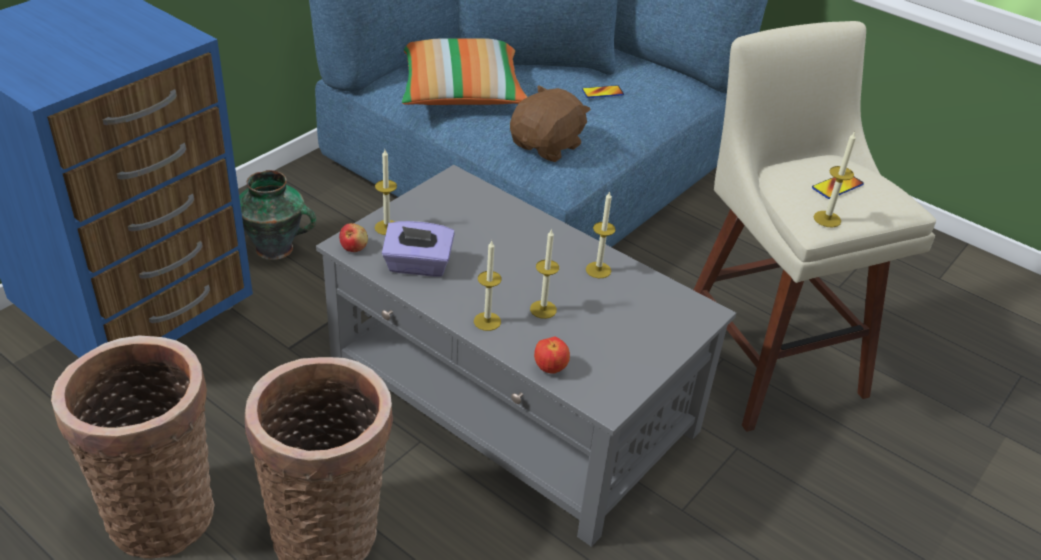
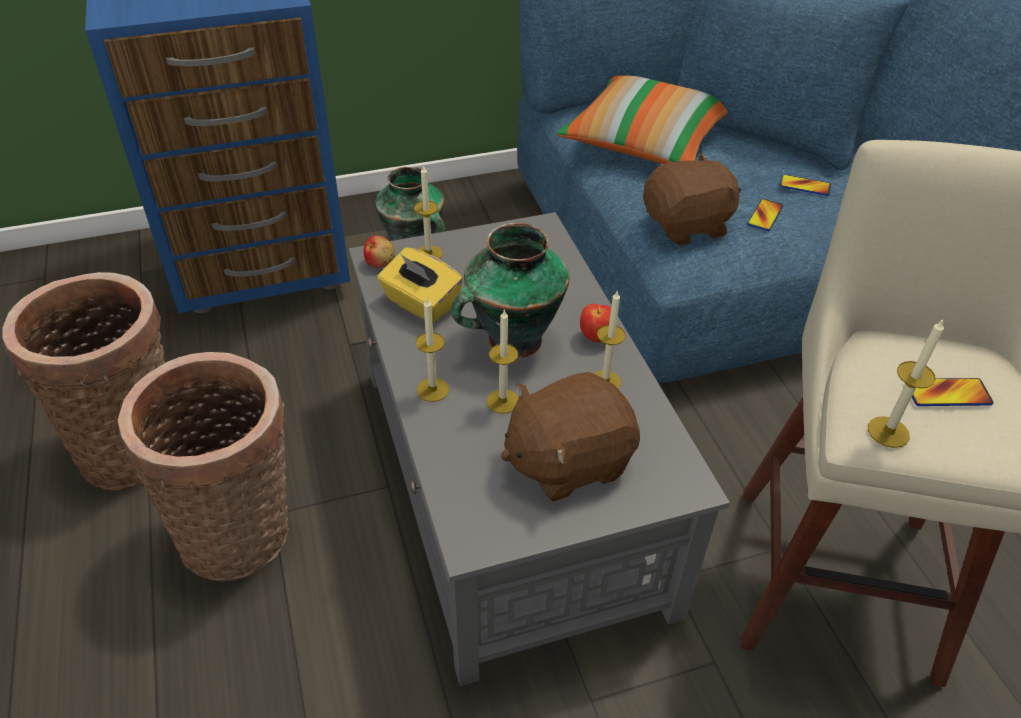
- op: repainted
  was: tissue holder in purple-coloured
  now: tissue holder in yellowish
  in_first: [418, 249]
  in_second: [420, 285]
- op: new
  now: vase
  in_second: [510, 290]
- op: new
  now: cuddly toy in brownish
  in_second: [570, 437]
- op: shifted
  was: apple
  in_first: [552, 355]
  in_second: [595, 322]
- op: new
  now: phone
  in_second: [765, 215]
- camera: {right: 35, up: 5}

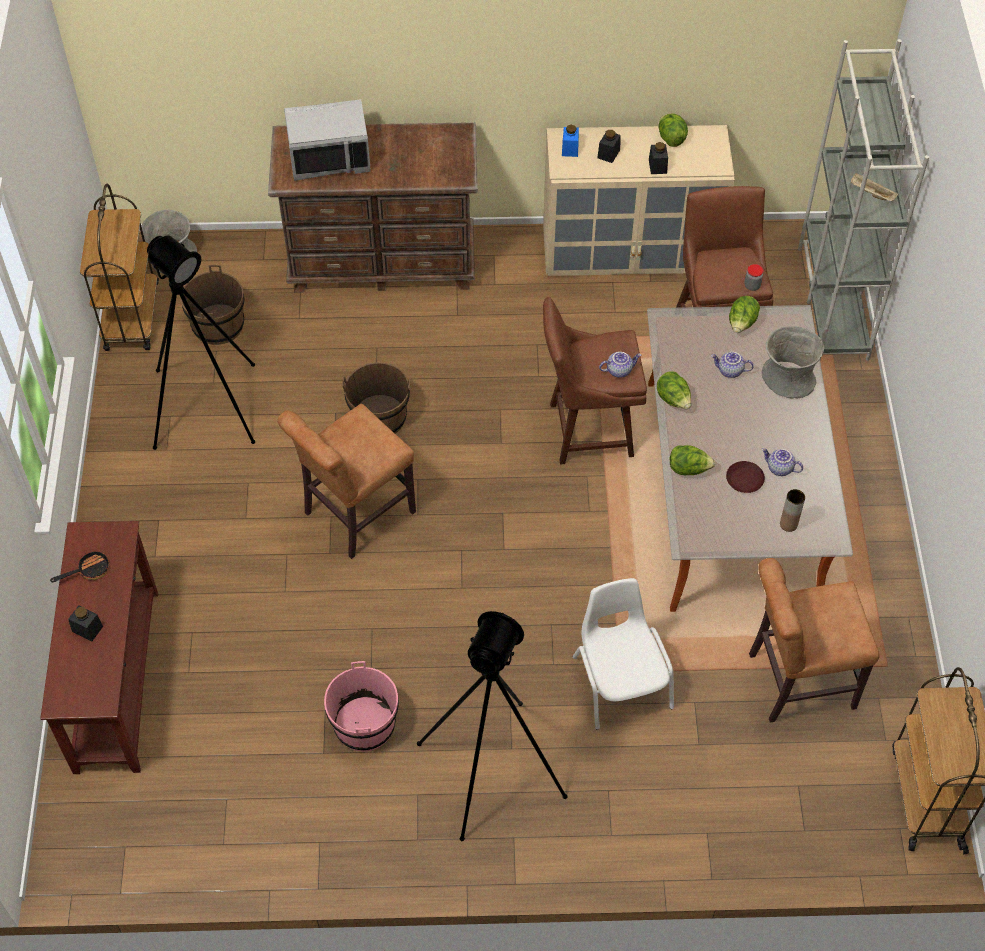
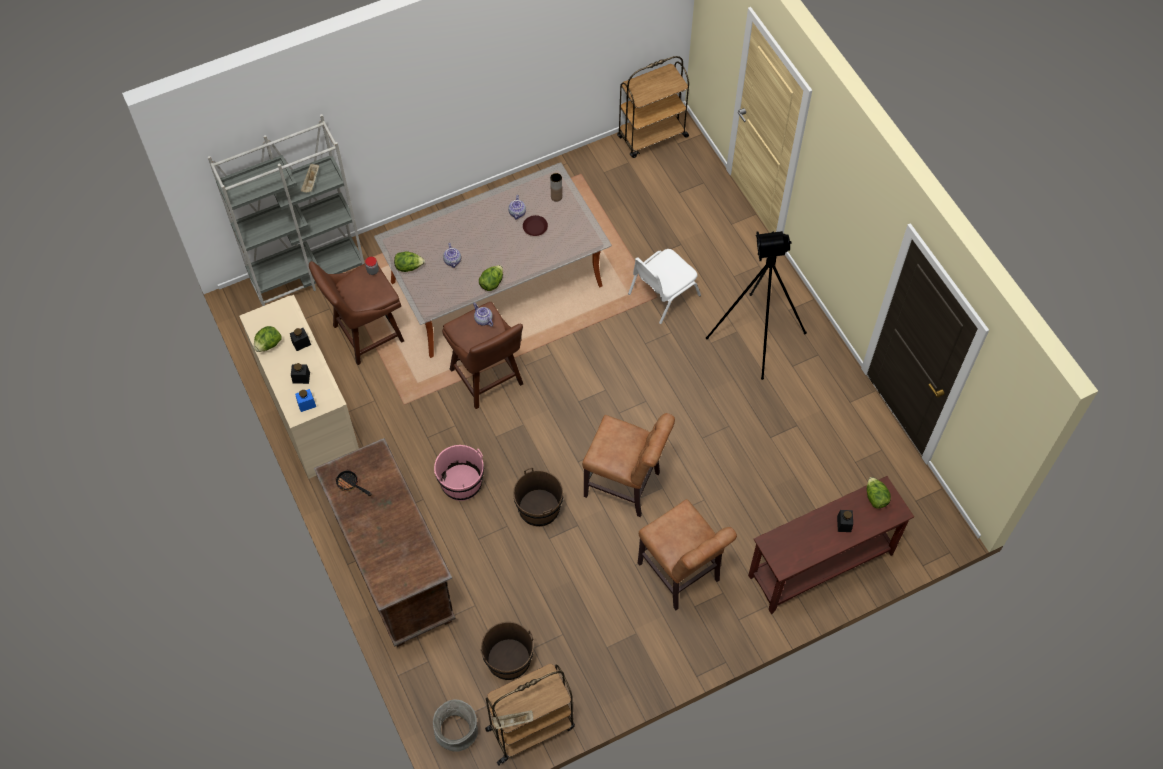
- op: shifted
  was: skillet
  in_first: [79, 566]
  in_second: [353, 483]
- op: shifted
  was: pail in pink-coloured
  in_first: [361, 706]
  in_second: [459, 473]
- op: new
  now: carrying tray in sand-coloured
  in_second: [513, 719]
- op: shifted
  was: chair in brownish
  in_first: [814, 640]
  in_second: [687, 554]
- op: shifted
  was: lettuce head
  in_first: [692, 460]
  in_second: [879, 493]
- op: gone
  was: floor lamp in black-coloured
  in_first: [201, 343]
- op: gone
  was: kitchen microwave in gray
  in_first: [327, 140]
- op: gone
  was: vase in gray
  in_first: [792, 362]
- camera: {right: -115, up: 5}

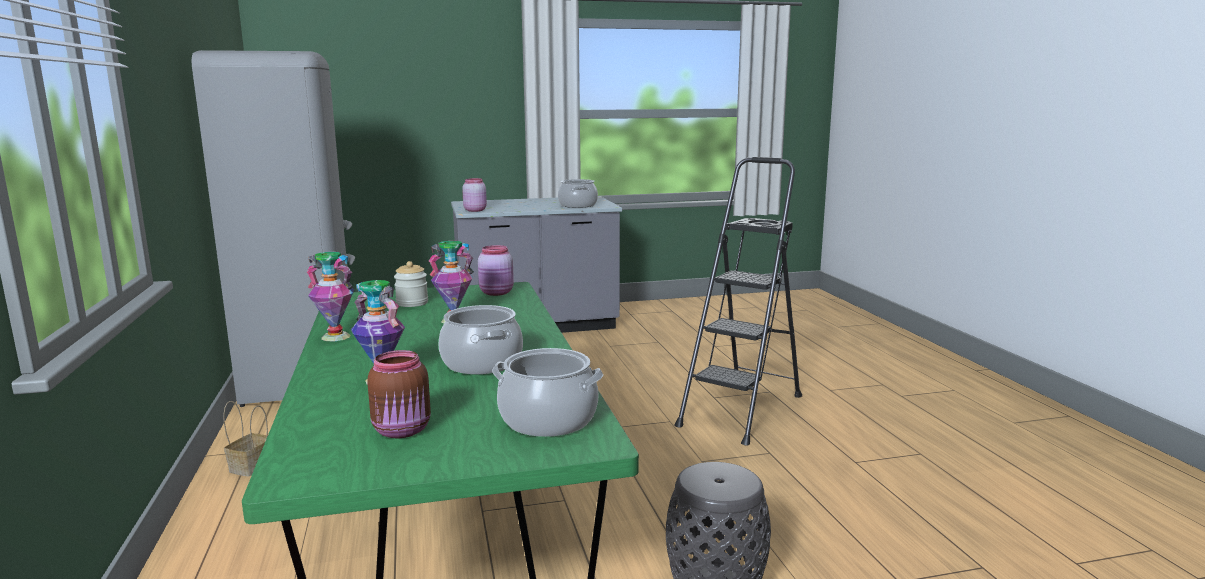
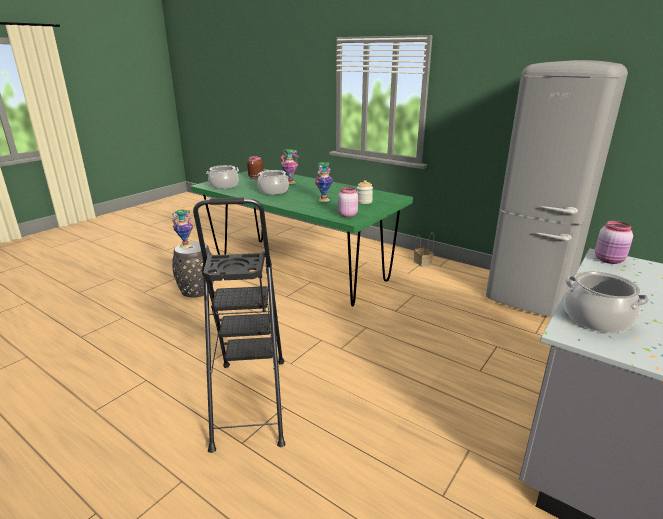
- op: shifted
  was: vase
  in_first: [330, 296]
  in_second: [182, 228]
- camera: {right: 140, up: 10}

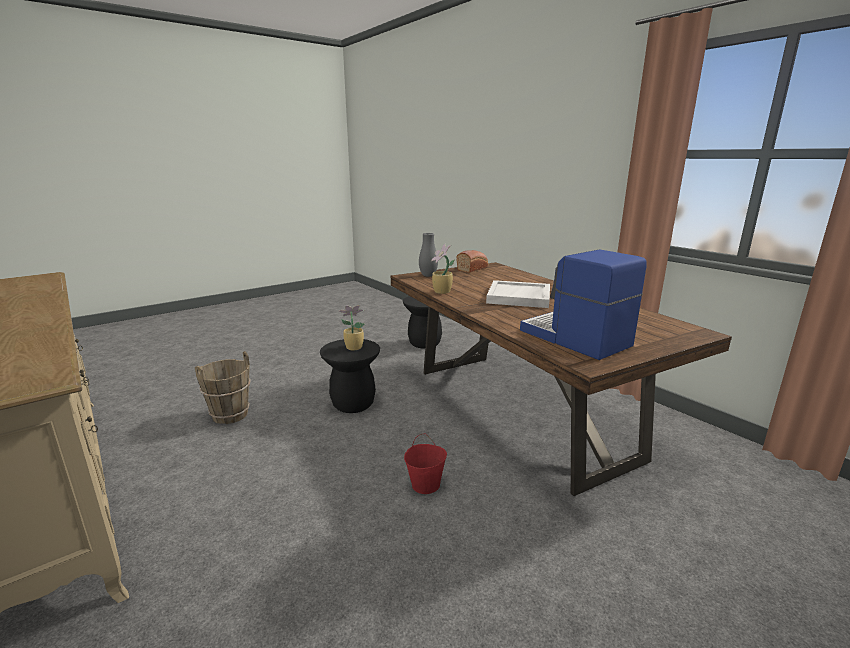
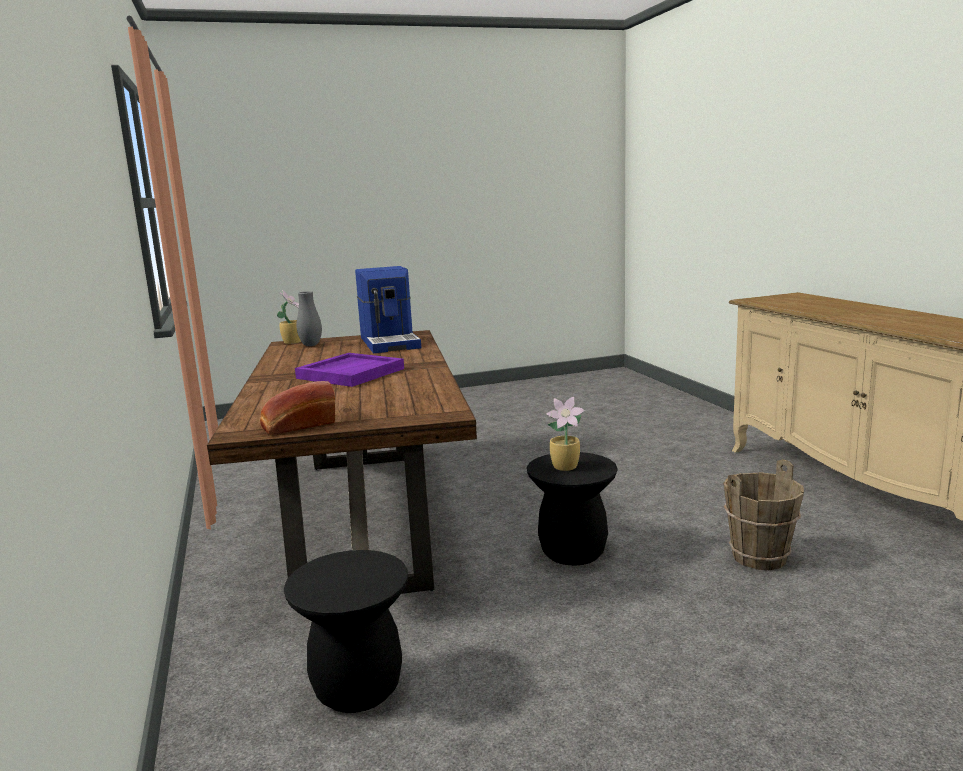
- op: shifted
  was: plant in a pot
  in_first: [443, 268]
  in_second: [289, 317]
- op: repainted
  was: carrying tray in white-coloured
  now: carrying tray in purple-coloured
  in_first: [518, 294]
  in_second: [349, 370]
- op: shifted
  was: vase in gray
  in_first: [428, 255]
  in_second: [309, 318]
- op: gone
  was: pail in reddish
  in_first: [425, 463]
- camera: {right: -160, up: -5}

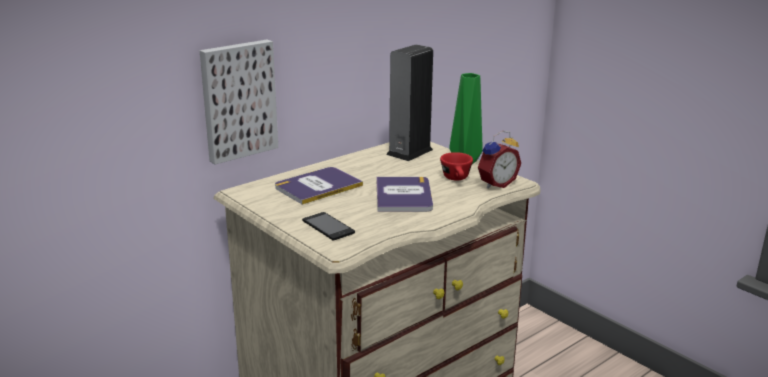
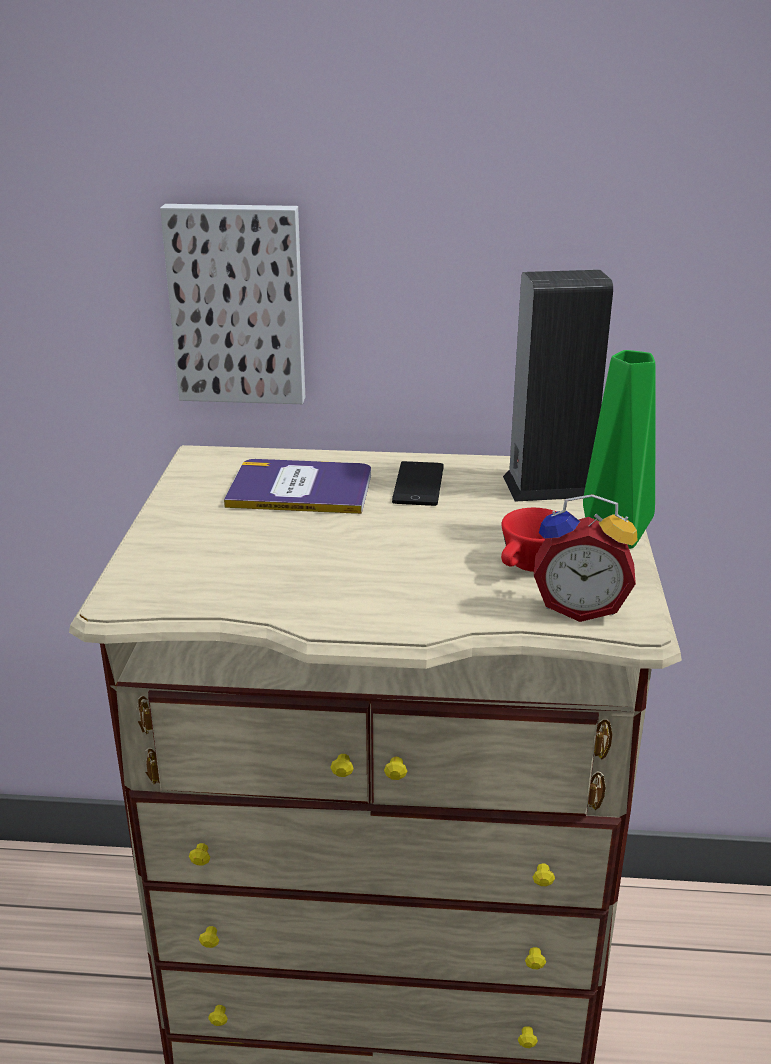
- op: shifted
  was: phone
  in_first: [328, 226]
  in_second: [418, 483]
- op: gone
  was: volume
  in_first: [405, 194]
- camera: {right: 45, up: 5}

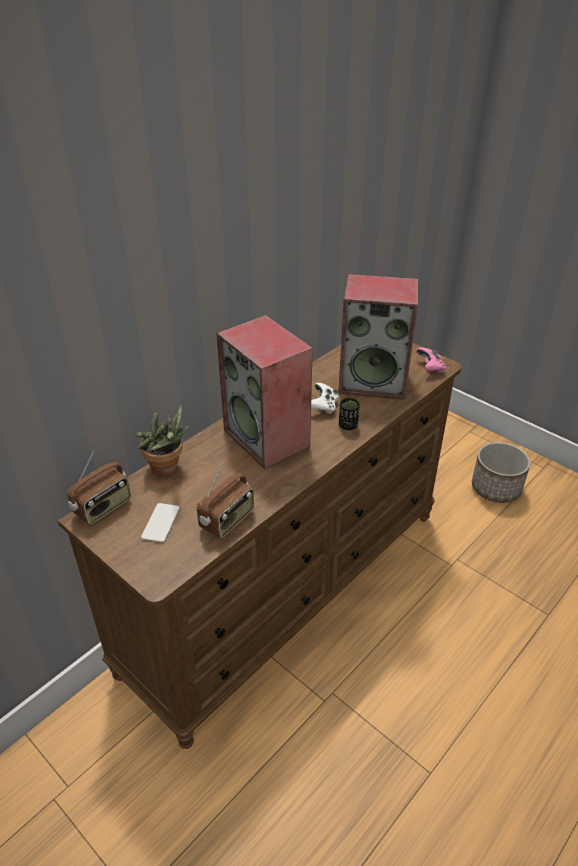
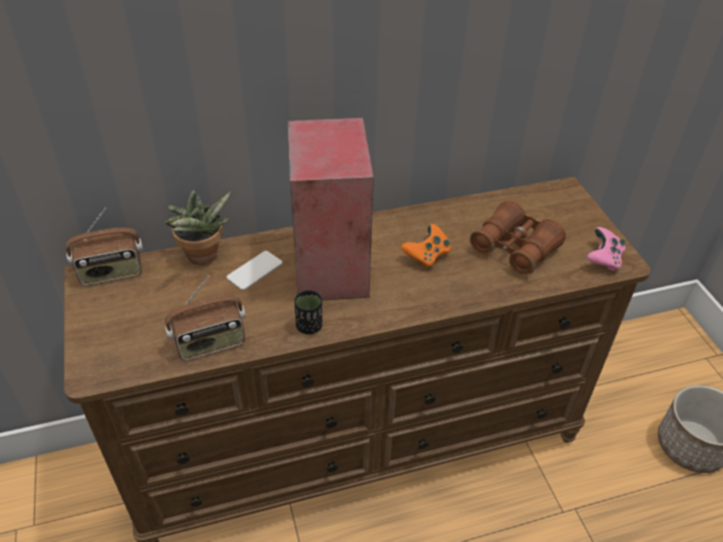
- op: shifted
  was: phone
  in_first: [160, 523]
  in_second: [254, 270]
- op: shifted
  was: drinking cup in black-coloured
  in_first: [349, 414]
  in_second: [308, 312]
- op: repainted
  was: gamepad in white-coloured
  now: gamepad in orangey
  in_first: [325, 398]
  in_second: [426, 246]
- op: swapped
  was: loudspeaker
  now: binoculars in brownish
  in_first: [378, 337]
  in_second: [518, 238]
- camera: {right: 30, up: 5}

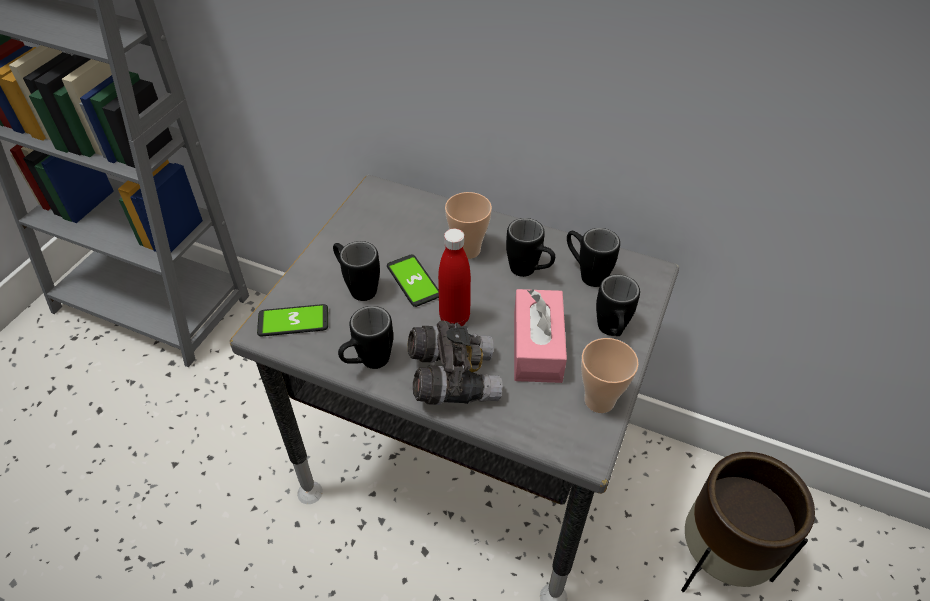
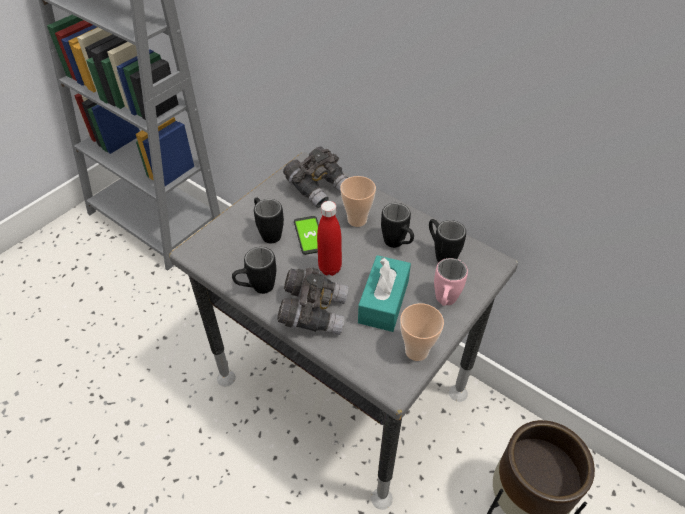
- op: new
  now: binoculars in gray
  in_second: [315, 177]
- op: repainted
  was: tissue holder in pink-coloured
  now: tissue holder in turquoise
  in_first: [540, 336]
  in_second: [384, 293]
- op: repainted
  was: coffee mug in black-coloured
  now: coffee mug in pink-coloured
  in_first: [618, 305]
  in_second: [451, 282]
- op: gone
  was: phone
  in_first: [292, 320]
- camera: {right: 15, up: 0}

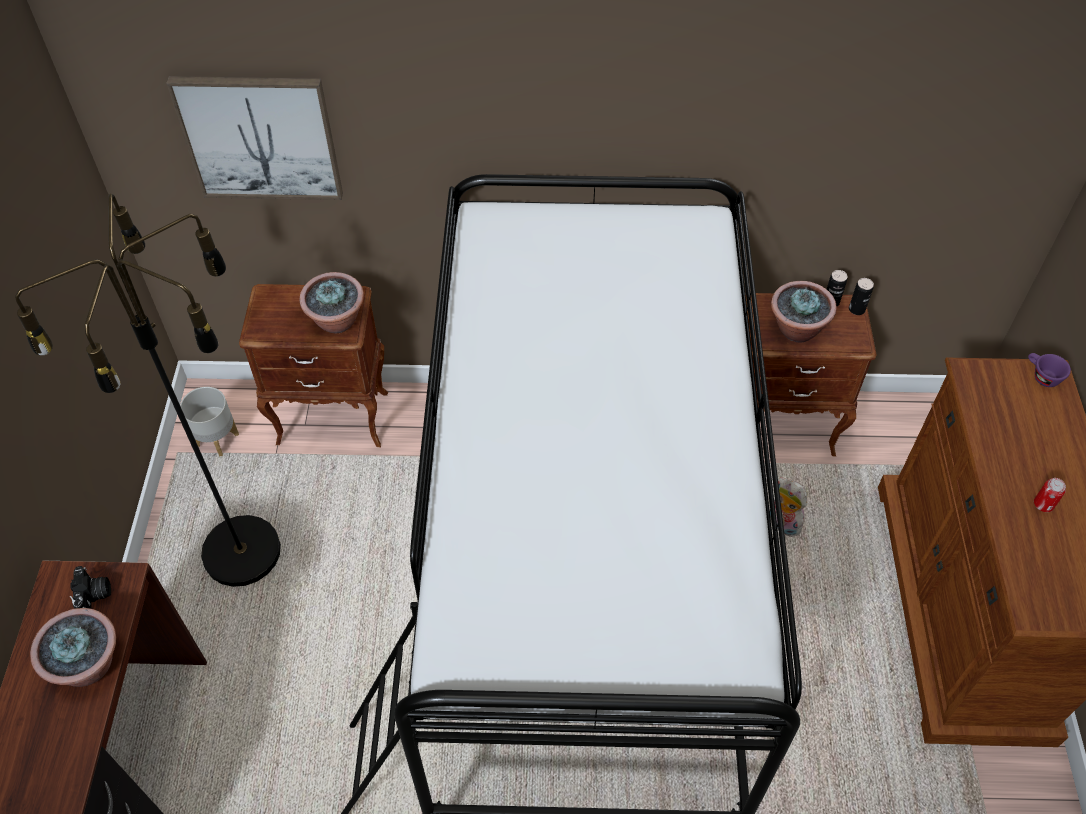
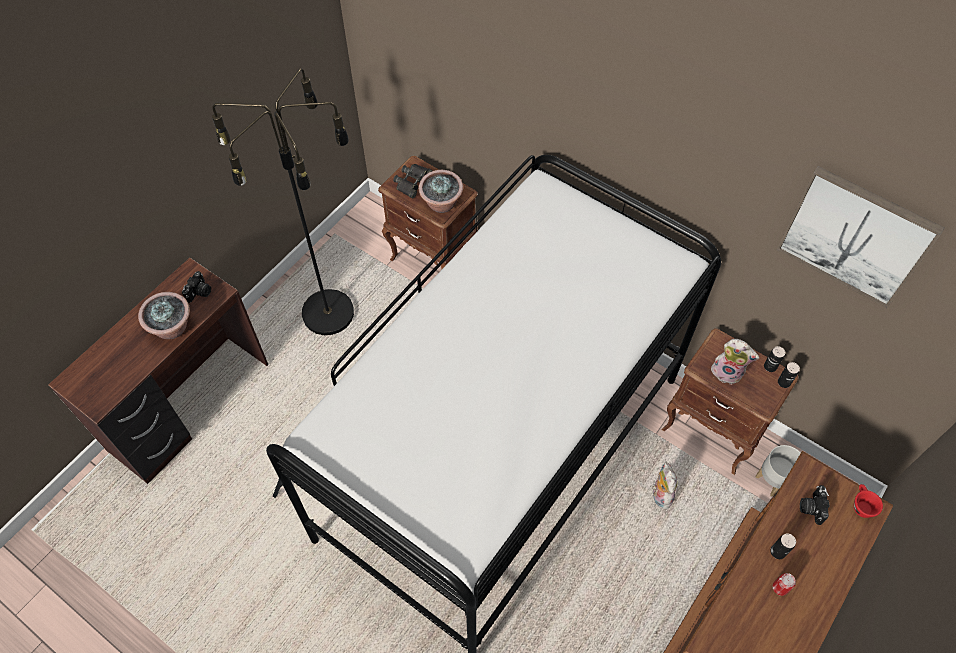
- op: new
  now: binoculars in black-coloured
  in_second: [413, 181]
- op: swapped
  was: plant in a pot
  now: cuddly toy
  in_first: [804, 311]
  in_second: [735, 362]
- op: shifted
  was: flower pot in gray
  in_first: [209, 422]
  in_second: [778, 471]
- op: new
  now: can
  in_second: [783, 546]
- op: shifted
  was: picture
  in_first: [254, 138]
  in_second: [860, 237]
- op: new
  now: still camera
  in_second: [815, 505]
- op: repainted
  was: drinking cup in purple-coloured
  now: drinking cup in reddish
  in_first: [1049, 370]
  in_second: [868, 501]
- camera: {right: 35, up: 5}

